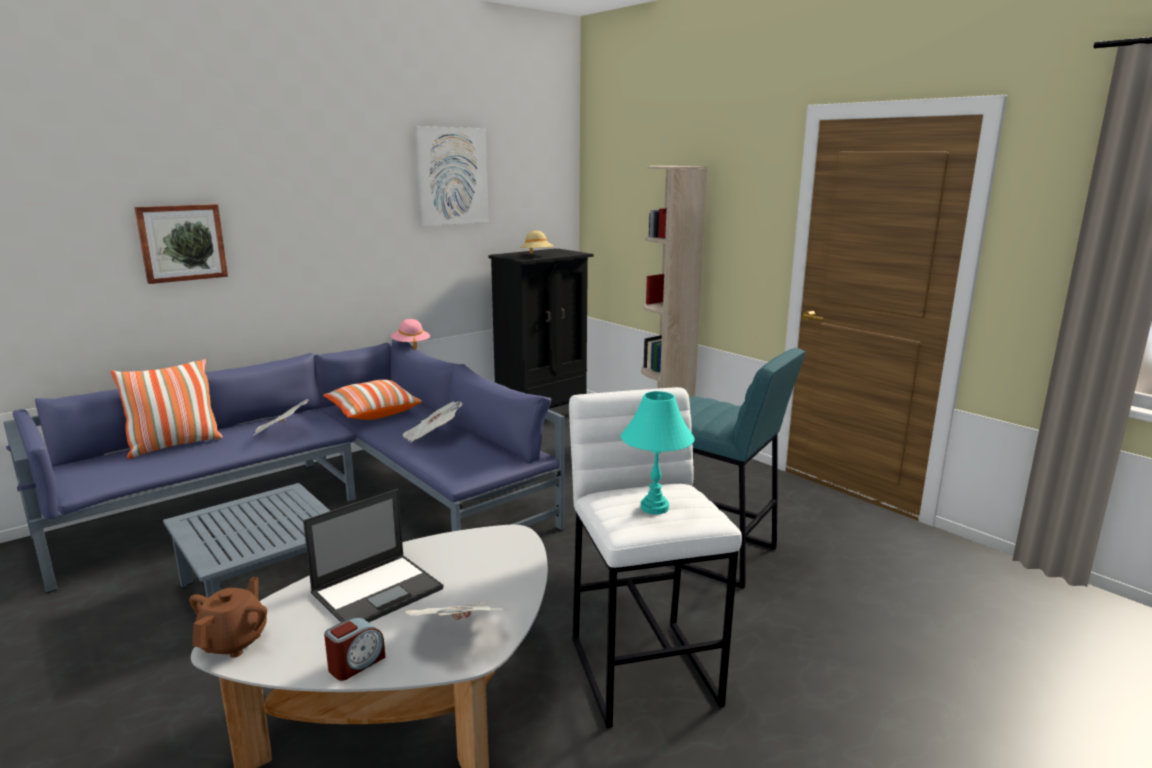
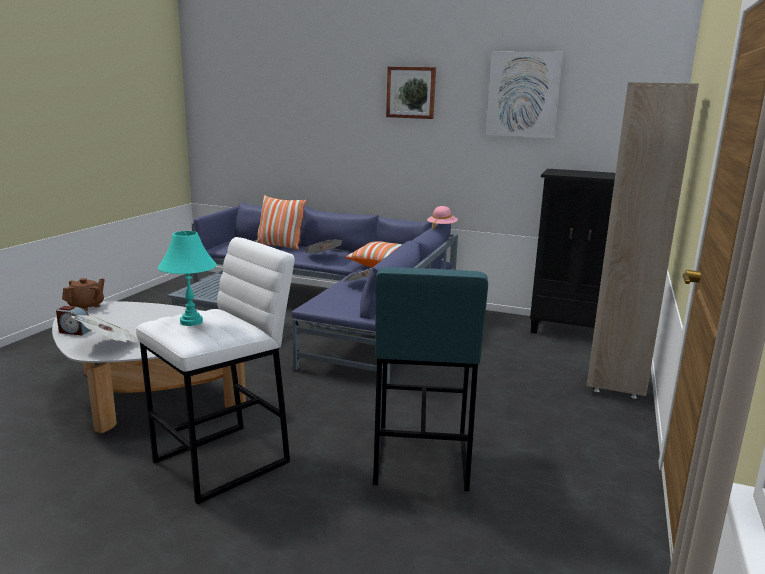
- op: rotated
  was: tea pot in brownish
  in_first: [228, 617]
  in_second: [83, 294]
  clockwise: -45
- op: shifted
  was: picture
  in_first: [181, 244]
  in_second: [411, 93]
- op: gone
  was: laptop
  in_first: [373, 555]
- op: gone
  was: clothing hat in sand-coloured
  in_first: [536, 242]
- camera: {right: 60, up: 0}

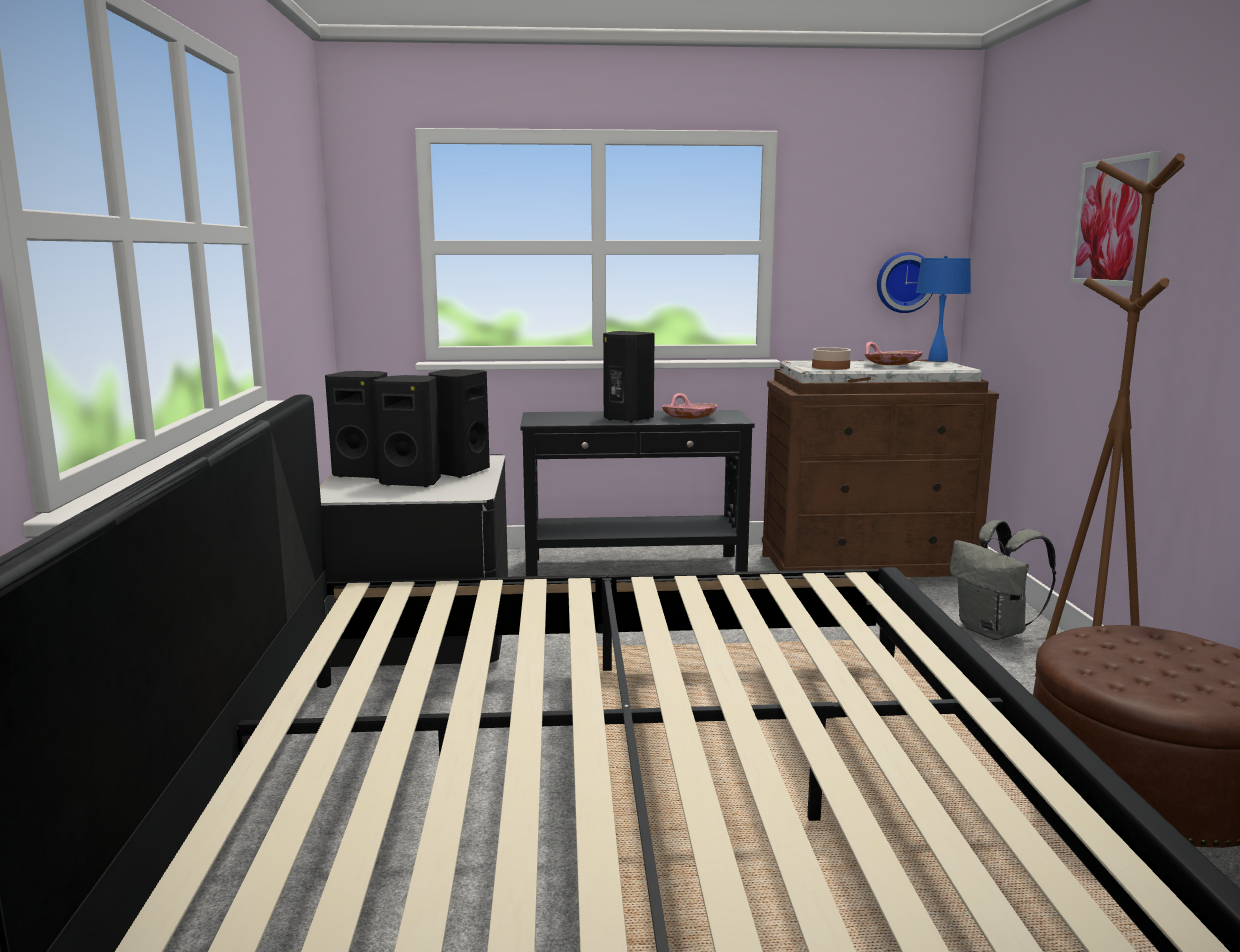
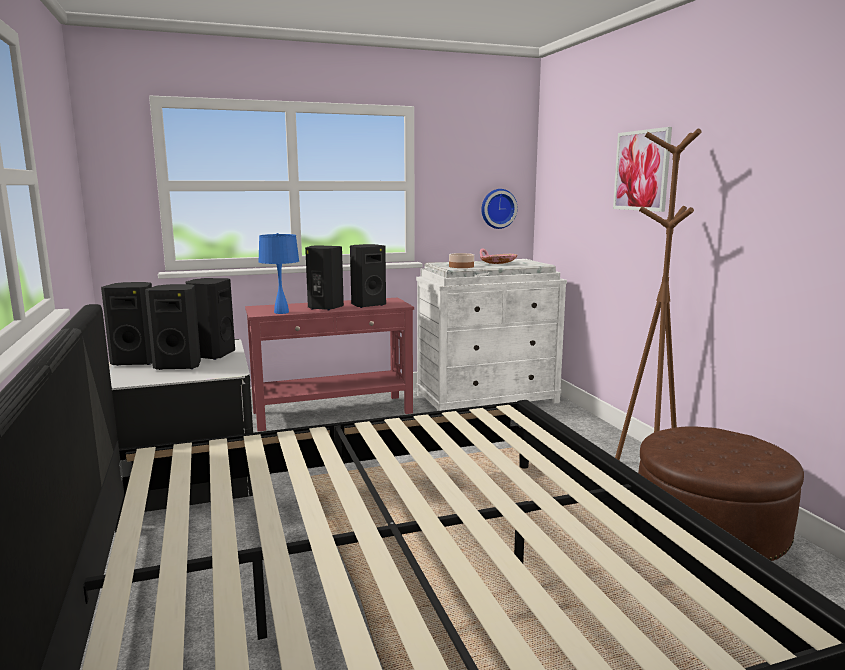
- op: repainted
  was: hall table in black-coloured
  now: hall table in reddish
  in_first: [637, 493]
  in_second: [329, 365]
- op: shifted
  was: lamp for a table in bluish
  in_first: [943, 308]
  in_second: [278, 273]
- op: swapped
  was: deep dish in pink-coloured
  now: loudspeaker in black-coloured
  in_first: [689, 406]
  in_second: [368, 276]
- op: repainted
  was: drawer chest in brownish
  now: drawer chest in white-coloured
  in_first: [880, 468]
  in_second: [491, 335]
- op: gone
  was: knapsack in gray
  in_first: [1003, 580]
- camera: {right: -15, up: 0}

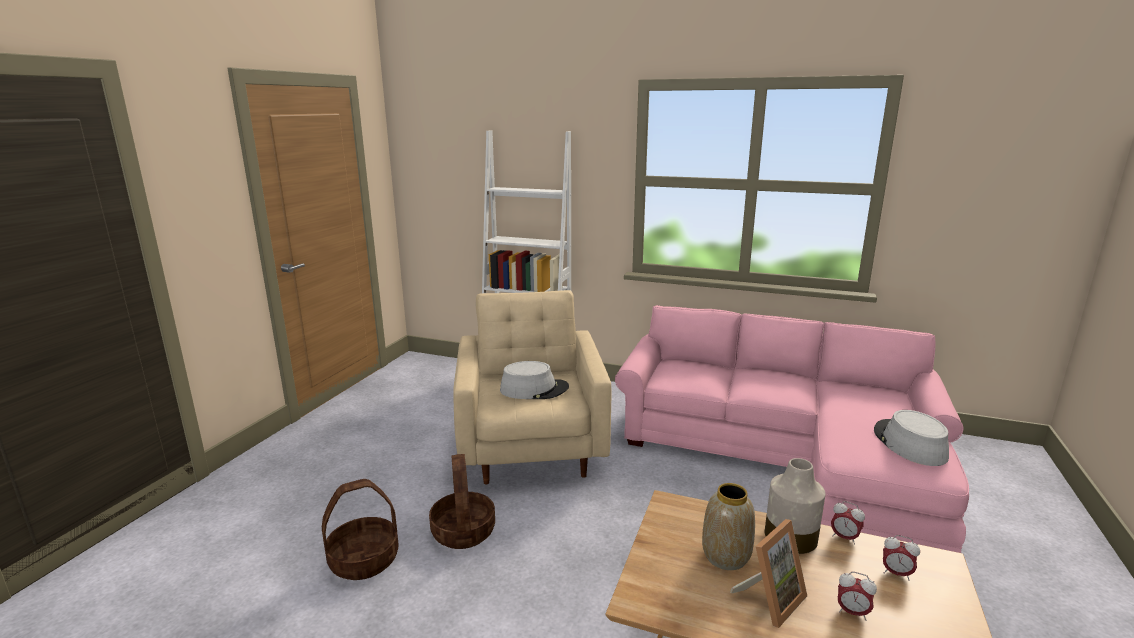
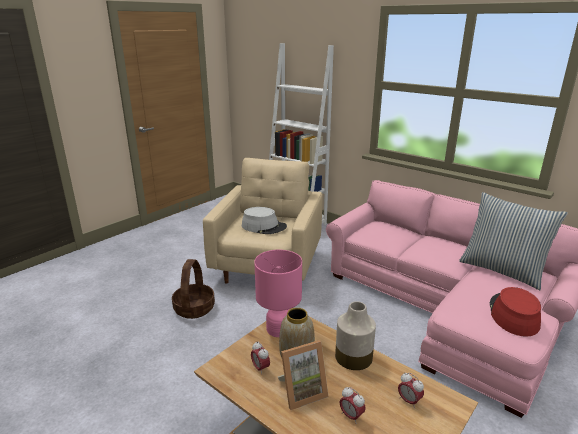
- op: shifted
  was: bedside clock
  in_first: [848, 523]
  in_second: [260, 358]
- op: new
  now: lamp for a table in pink-coloured
  in_second: [278, 293]
- op: new
  now: cushion
  in_second: [513, 241]
- op: repainted
  was: clothing hat in gray
  now: clothing hat in reddish
  in_first: [911, 438]
  in_second: [515, 312]
- op: gone
  was: storage basket
  in_first: [360, 529]
- camera: {right: 20, up: 5}

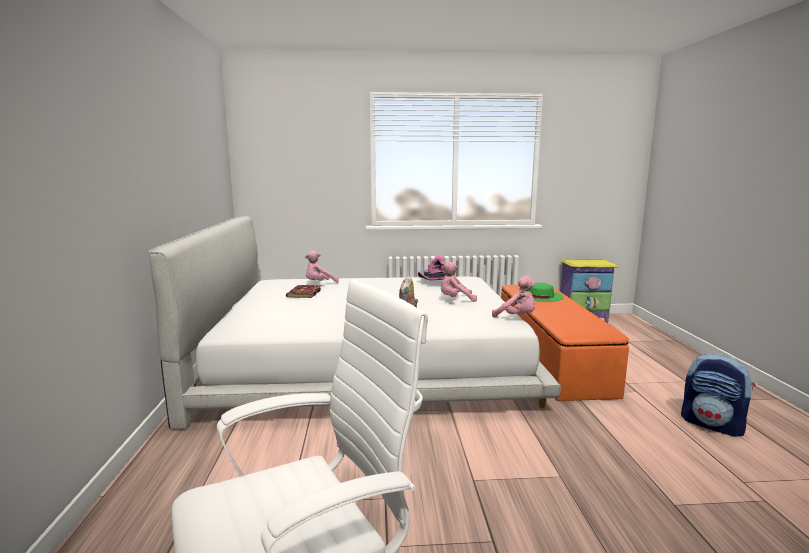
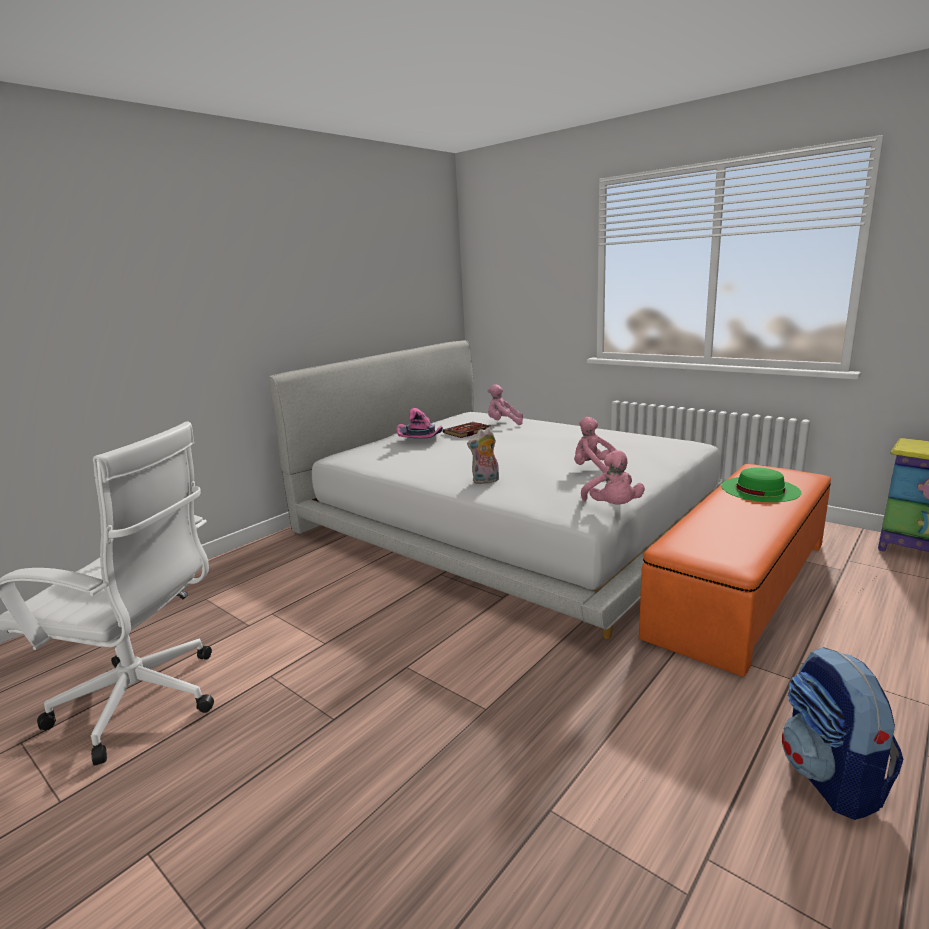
- op: shifted
  was: clothing hat in pink-coloured
  in_first: [432, 268]
  in_second: [419, 423]
- camera: {right: 45, up: 5}

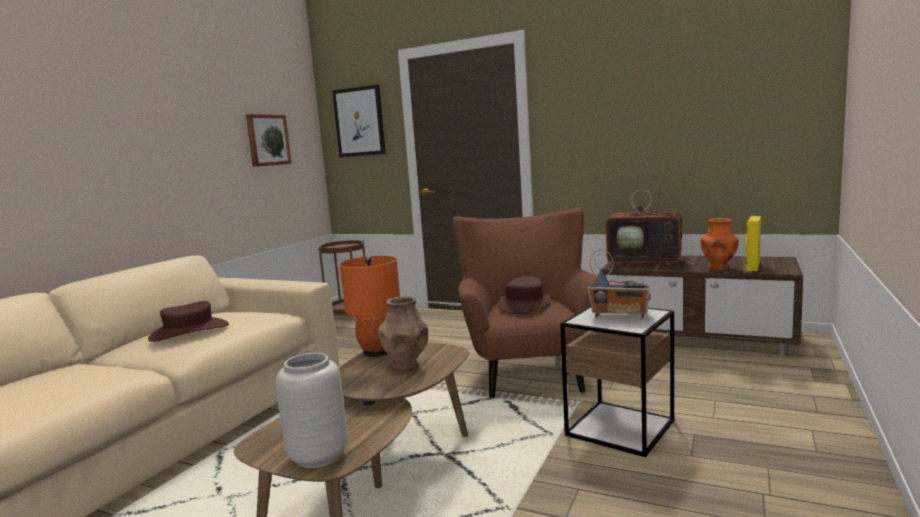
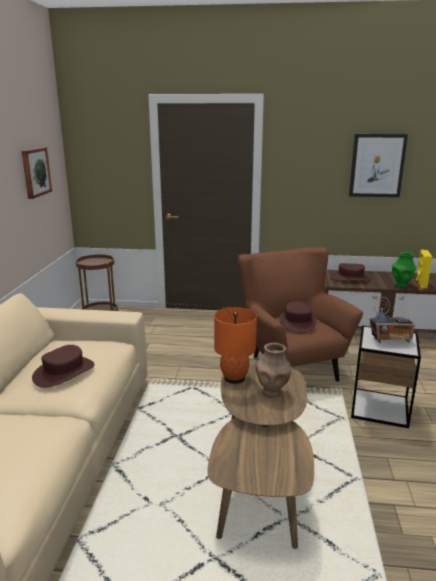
- op: swapped
  was: TV
  now: clothing hat in brownish
  in_first: [651, 218]
  in_second: [350, 272]
- op: shifted
  was: picture
  in_first: [359, 121]
  in_second: [378, 165]
- op: repainted
  was: vase in orangey
  now: vase in green-coloured
  in_first: [719, 244]
  in_second: [404, 269]
- op: gone
  was: vase in gray
  in_first: [311, 410]
- camera: {right: -20, up: 10}

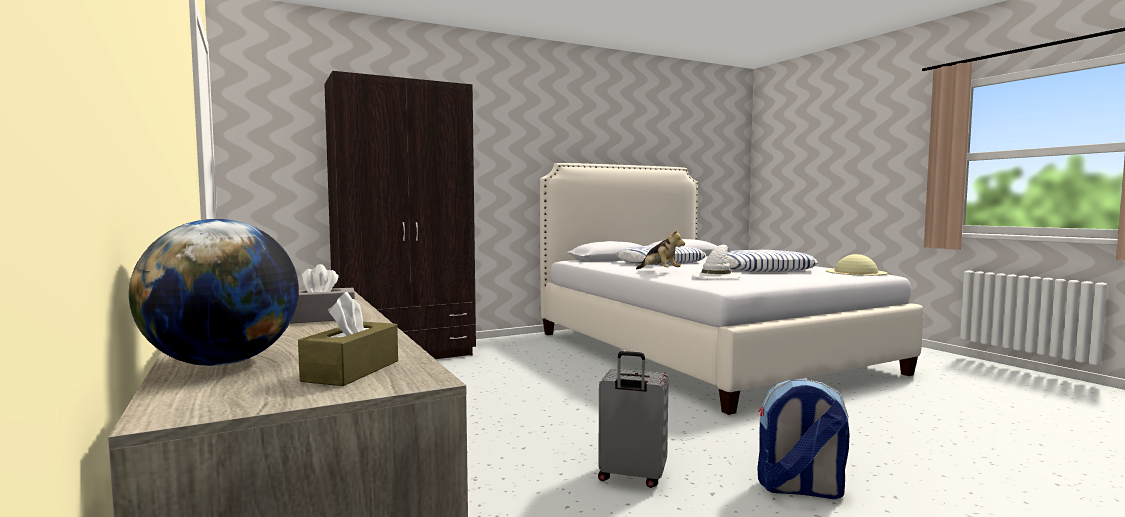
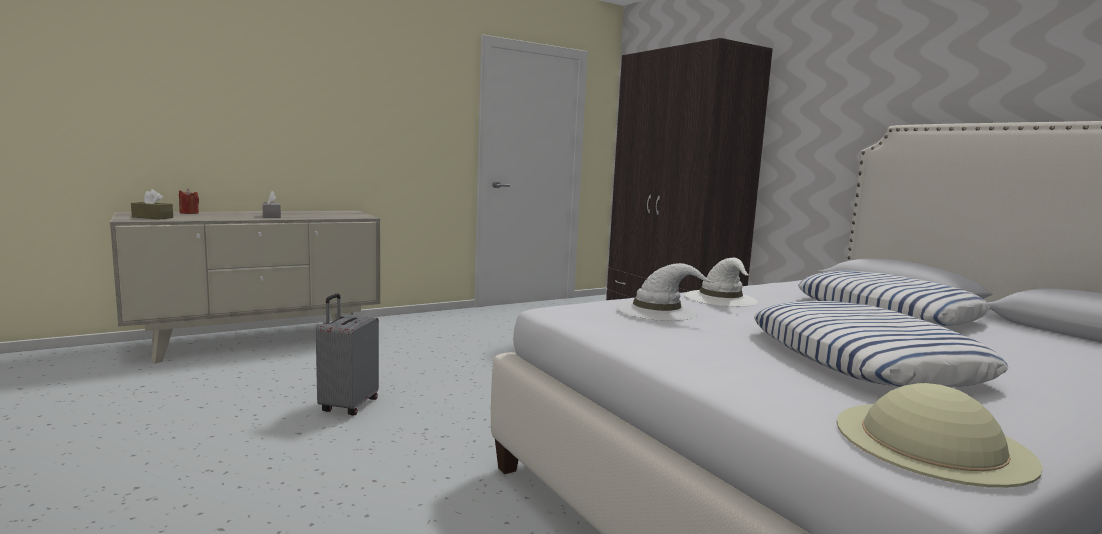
- op: swapped
  was: globe
  now: wax light in reddish
  in_first: [214, 292]
  in_second: [189, 201]
- op: swapped
  was: cuddly toy
  now: clothing hat in white-coloured
  in_first: [660, 249]
  in_second: [721, 282]
- op: gone
  was: knapsack
  in_first: [803, 439]
- camera: {right: 85, up: 5}

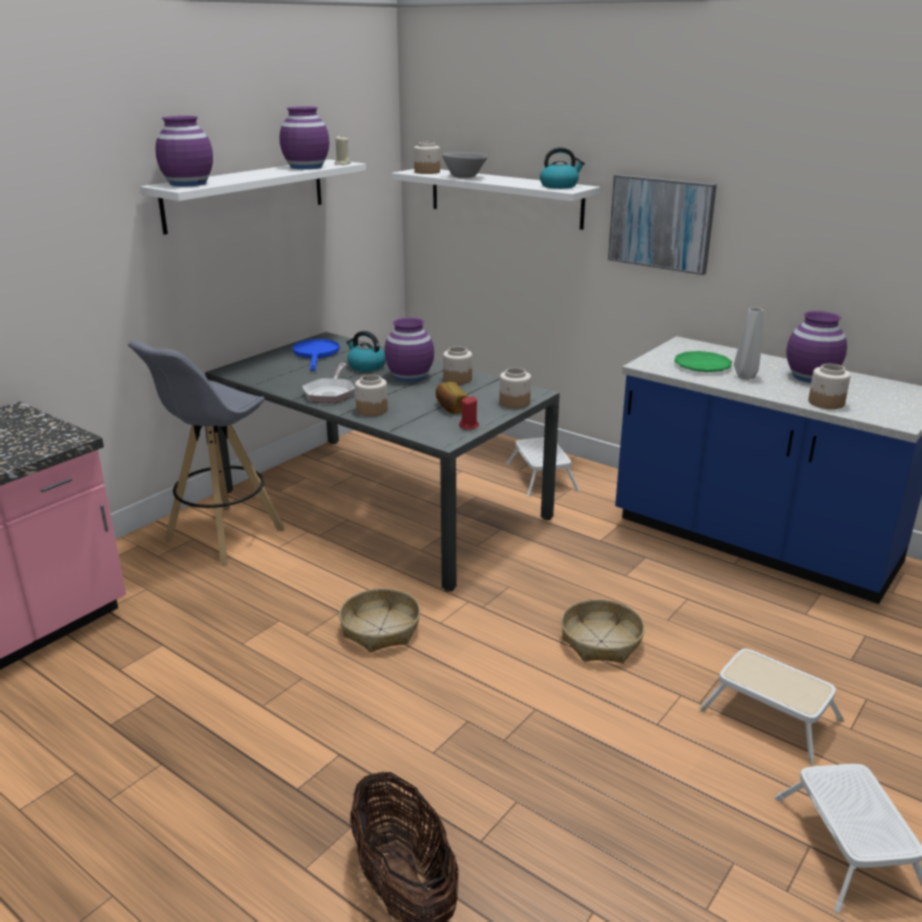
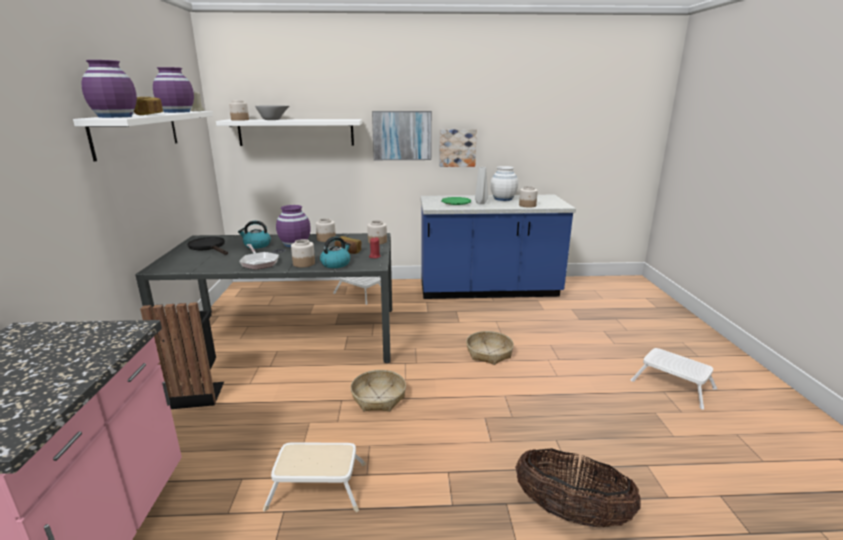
- op: new
  now: bakery bread
  in_second: [148, 106]
- op: swapped
  was: stool in gray
  now: rubbish bin in black-coloured
  in_first: [206, 452]
  in_second: [182, 355]
- op: repainted
  was: skillet in bluish
  now: skillet in black-coloured
  in_first: [316, 355]
  in_second: [207, 246]
- op: shifted
  was: stepladder in sand-coloured
  in_first: [771, 707]
  in_second: [314, 477]
- op: shifted
  was: kettle
  in_first: [562, 168]
  in_second: [335, 252]
- op: new
  now: picture
  in_second: [458, 148]
- op: repainted
  was: vase in purple-coloured
  now: vase in white-coloured
  in_first: [816, 347]
  in_second: [504, 183]
- camera: {right: -40, up: -5}

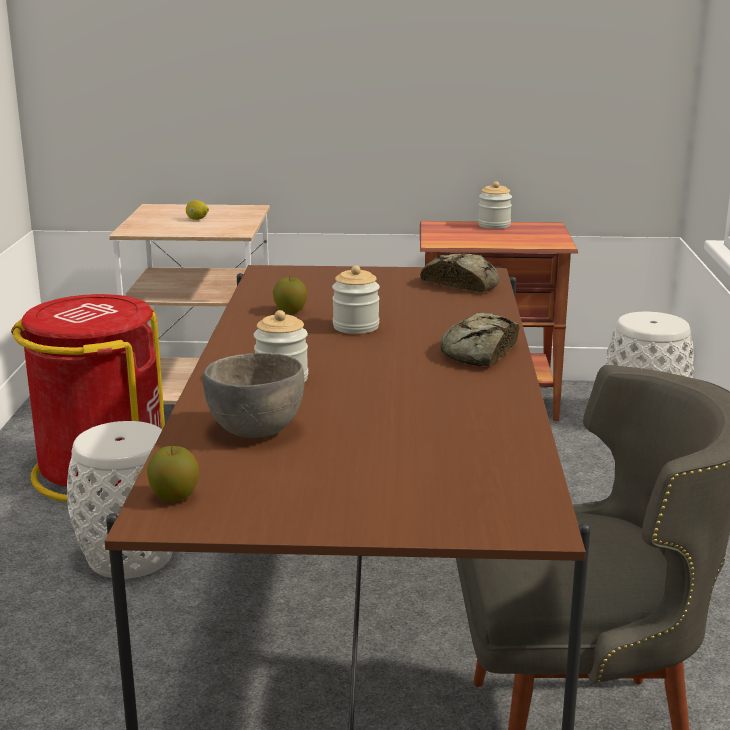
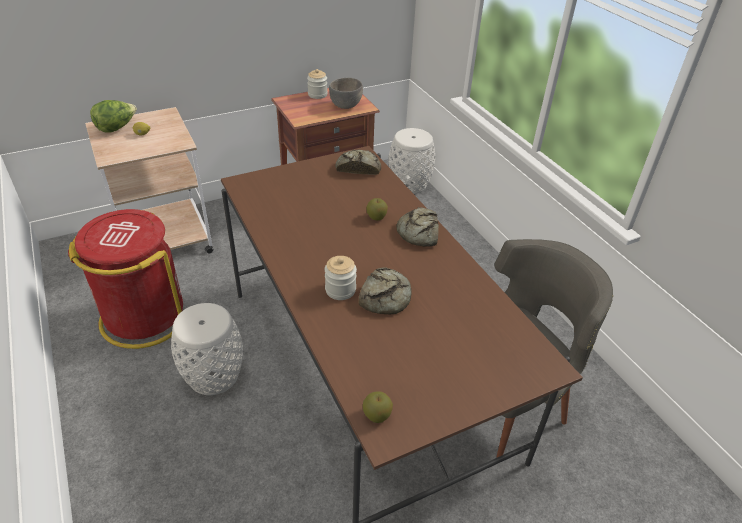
- op: new
  now: lettuce head
  in_second: [113, 116]
- op: shifted
  was: deep dish in gray
  in_first: [253, 395]
  in_second: [346, 93]
- op: new
  now: bakery bread
  in_second: [385, 290]
- op: shifted
  was: apple
  in_first: [290, 295]
  in_second: [377, 209]
- op: gone
  was: storage jar
  in_first: [356, 299]
- camera: {right: -30, up: 20}

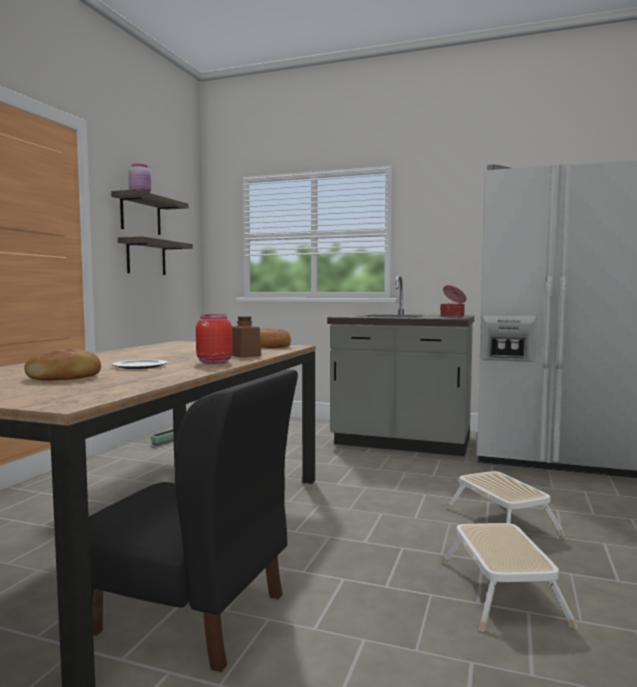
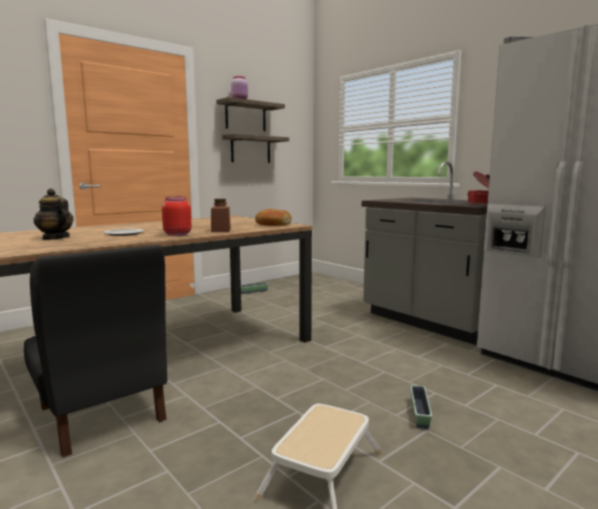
- op: swapped
  was: bakery bread
  now: tea pot
  in_first: [62, 365]
  in_second: [53, 214]
- op: swapped
  was: stepladder in sand-coloured
  now: flower pot
  in_first: [505, 503]
  in_second: [421, 407]
- camera: {right: 30, up: 5}

